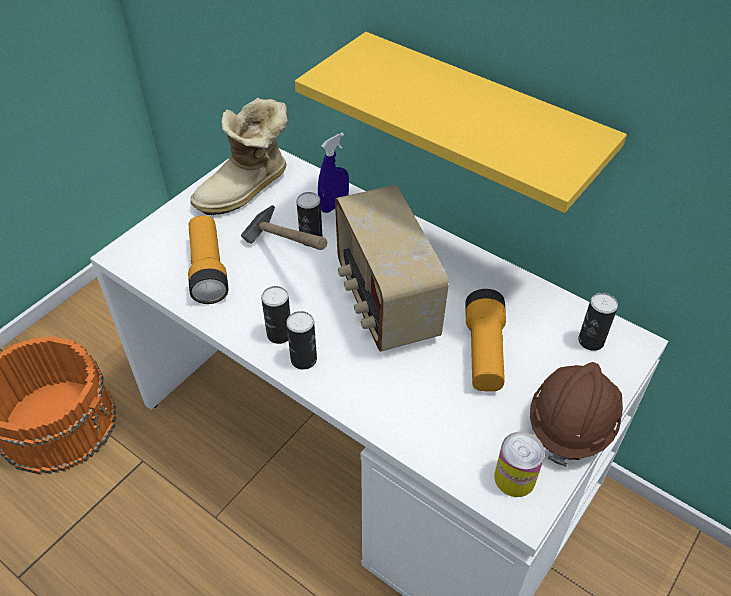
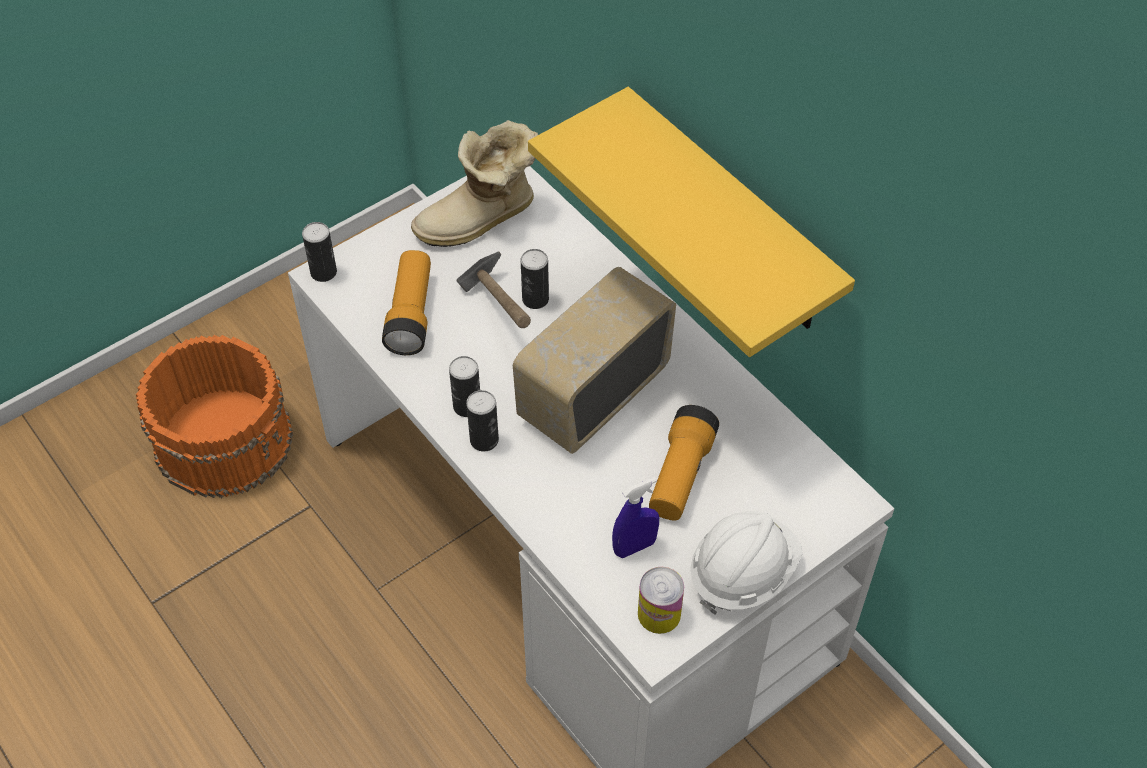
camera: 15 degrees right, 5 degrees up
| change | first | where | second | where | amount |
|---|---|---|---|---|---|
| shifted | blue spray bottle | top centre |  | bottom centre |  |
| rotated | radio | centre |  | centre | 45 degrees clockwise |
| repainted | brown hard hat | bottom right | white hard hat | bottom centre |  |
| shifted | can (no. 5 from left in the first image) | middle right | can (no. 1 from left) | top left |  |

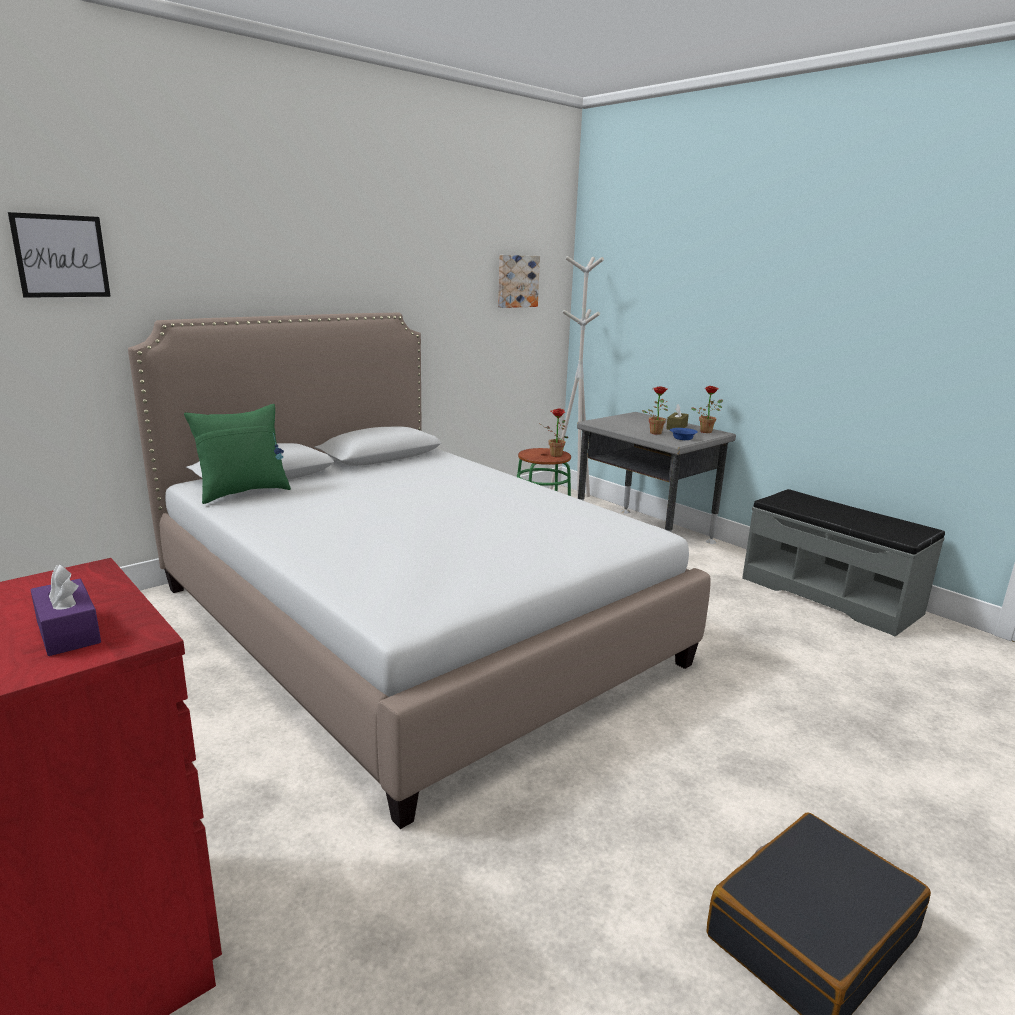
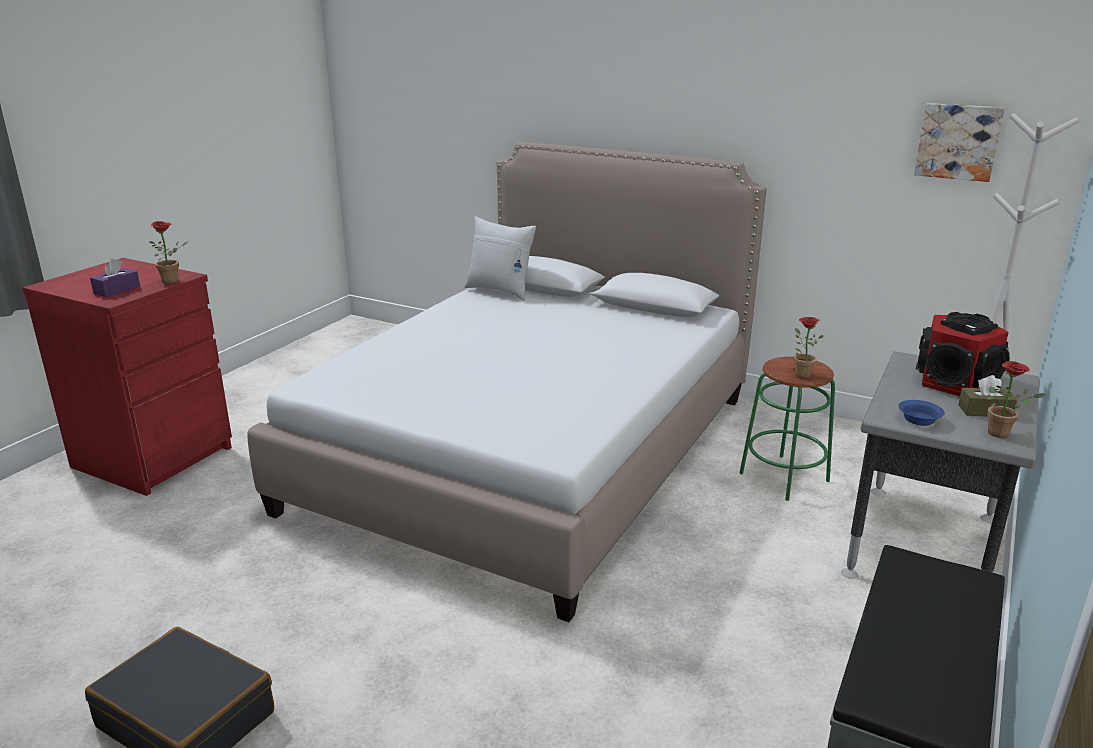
camera: 70 degrees right, 5 degrees up
| change | first | where | second | where | amount |
|---|---|---|---|---|---|
| gone | picture (no. 1 from left) | top left |  |  |  |
| repainted | green pillow | middle left | grey pillow | centre |  |
| shifted | potted plant (no. 2 from left in the first image) | centre | potted plant (no. 1 from left) | middle left |  |
| new |  |  | speaker | middle right |  |

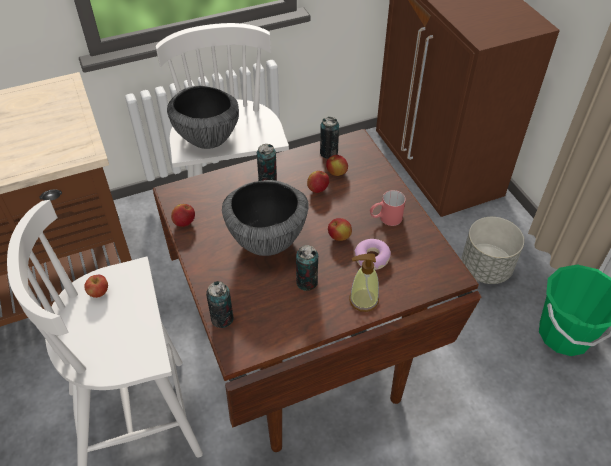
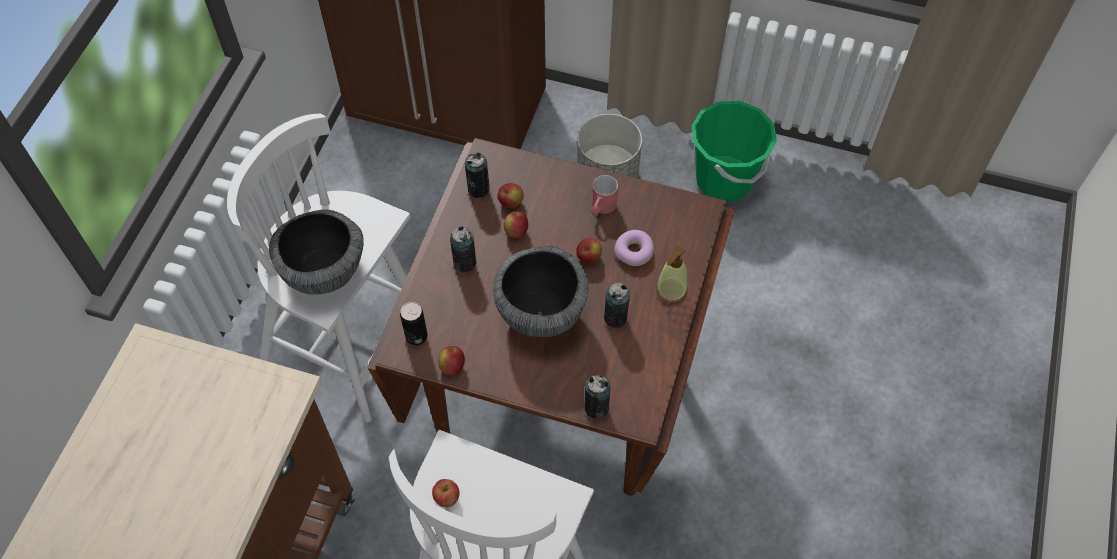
camera: 50 degrees left, 10 degrees up
| change | first | where | second | where | amount |
|---|---|---|---|---|---|
| new |  |  | can (no. 1 from left) | centre |  |

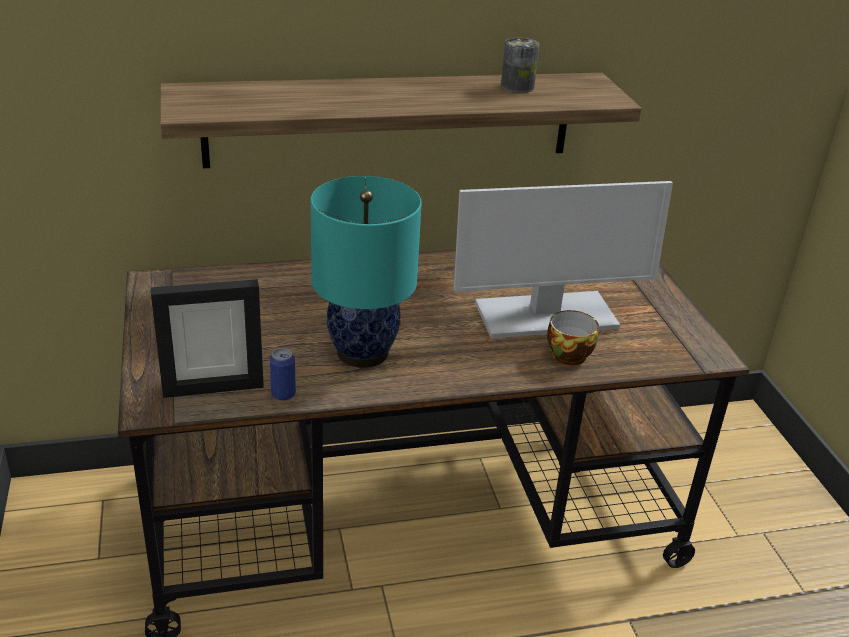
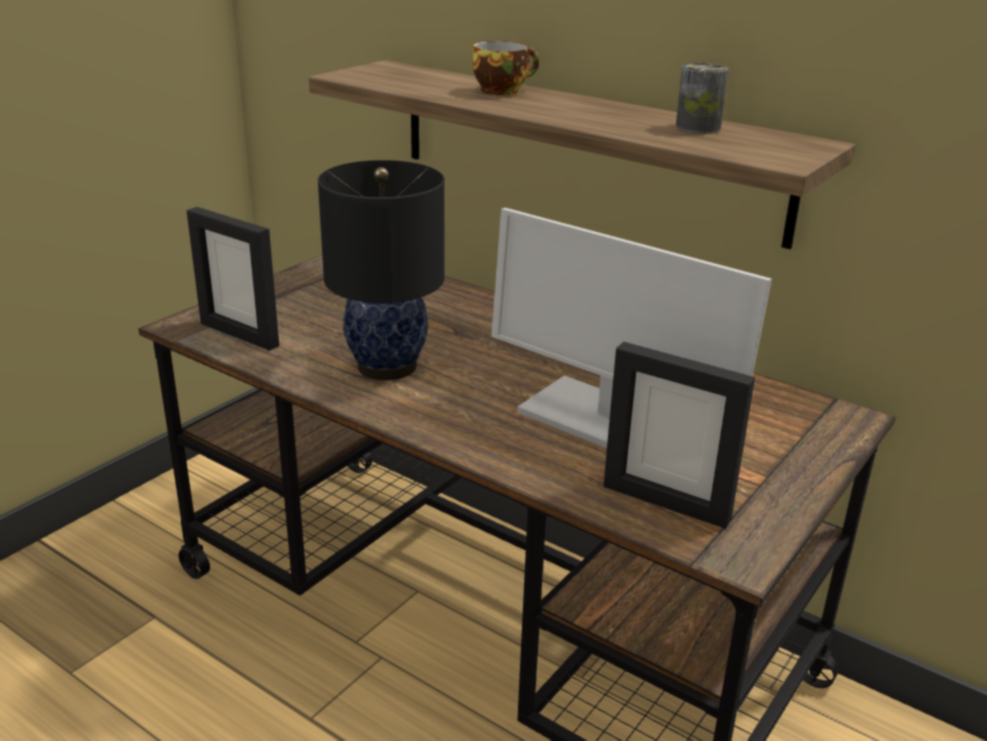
camera: 50 degrees right, 5 degrees down
| change | first | where | second | where | amount |
|---|---|---|---|---|---|
| gone | can (no. 1 from left) | centre |  |  |  |
| repainted | turquoise table lamp | centre | black table lamp | centre |  |
| shifted | cup | middle right |  | top centre |  |
| new |  |  | picture frame (no. 2 from left) | middle right |  |

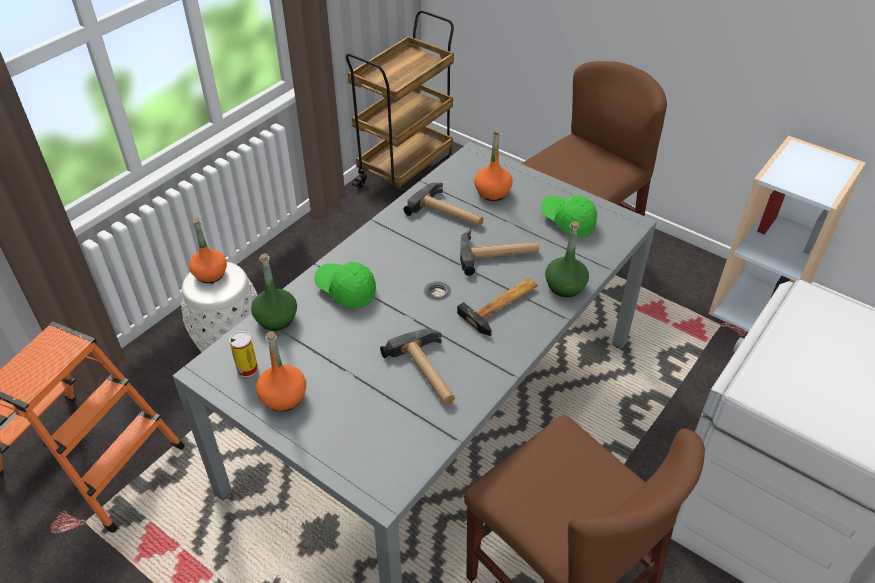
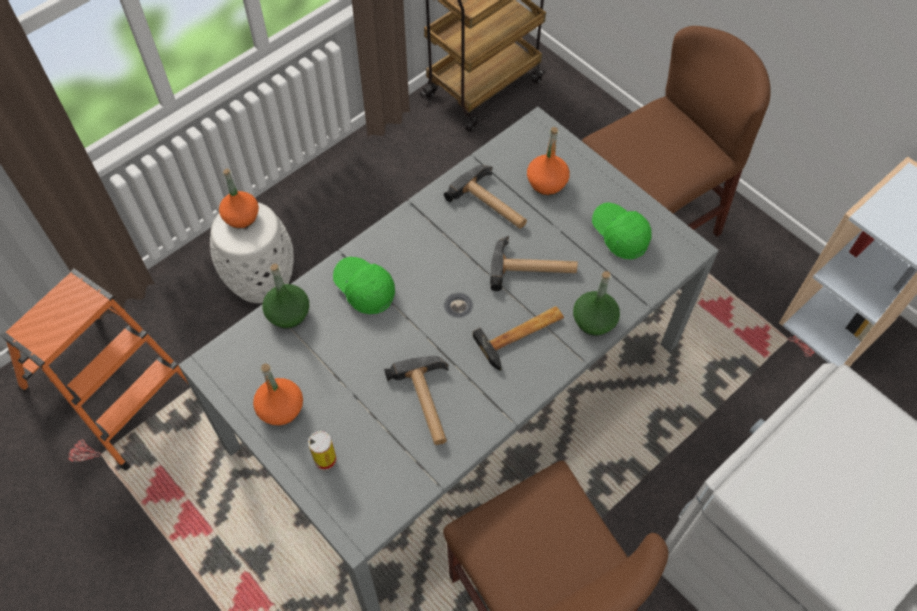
camera: 10 degrees right, 15 degrees up
| change | first | where | second | where | amount |
|---|---|---|---|---|---|
| shifted | can | middle left |  | bottom centre |  |

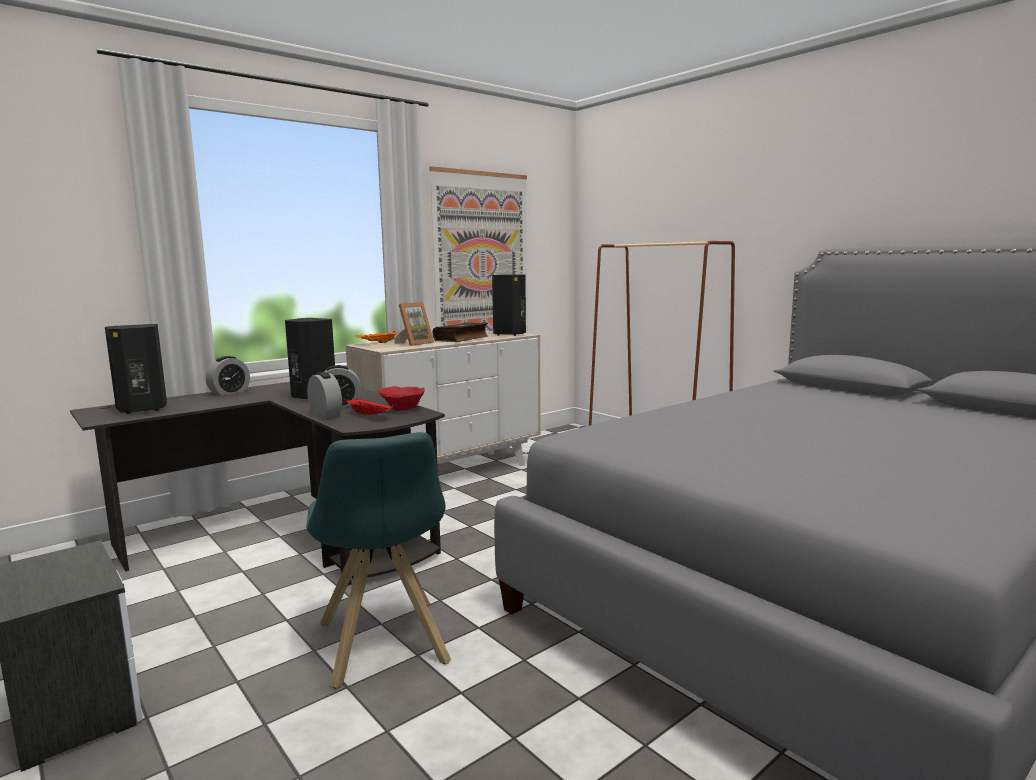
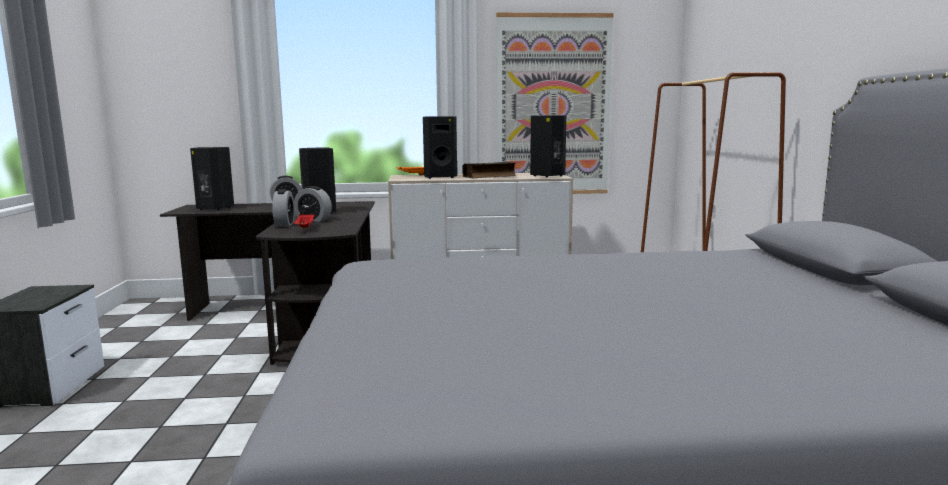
camera: 35 degrees right, 0 degrees up
| change | first | where | second | where | amount |
|---|---|---|---|---|---|
| gone | turquoise chair | bottom centre |  |  |  |
| gone | red bowl | centre |  |  |  |
| swapped | picture frame | centre | black speaker (no. 3 from left) | top centre |  |

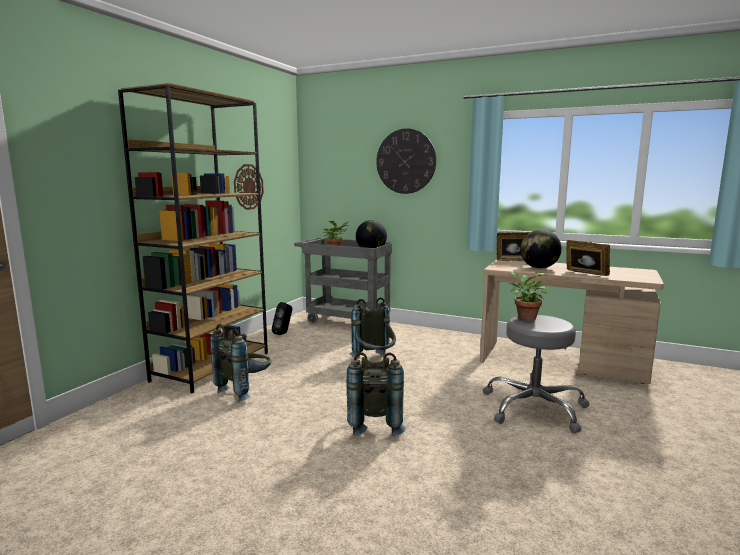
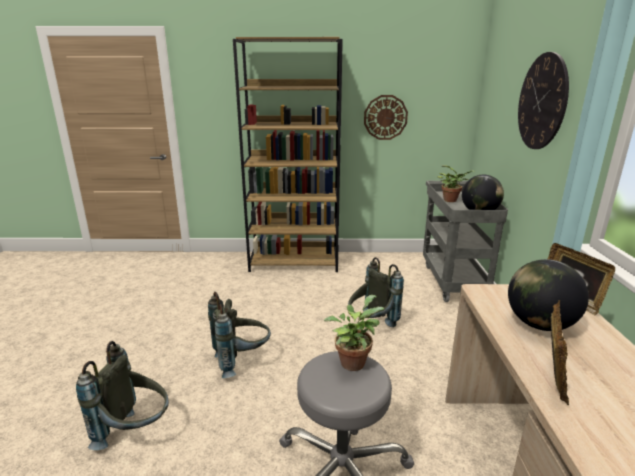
camera: 65 degrees right, 10 degrees up
| change | first | where | second | where | amount |
|---|---|---|---|---|---|
| shifted | grey backpack (no. 1 from left) | middle left |  | bottom left |  |
| gone | black speaker | centre |  |  |  |

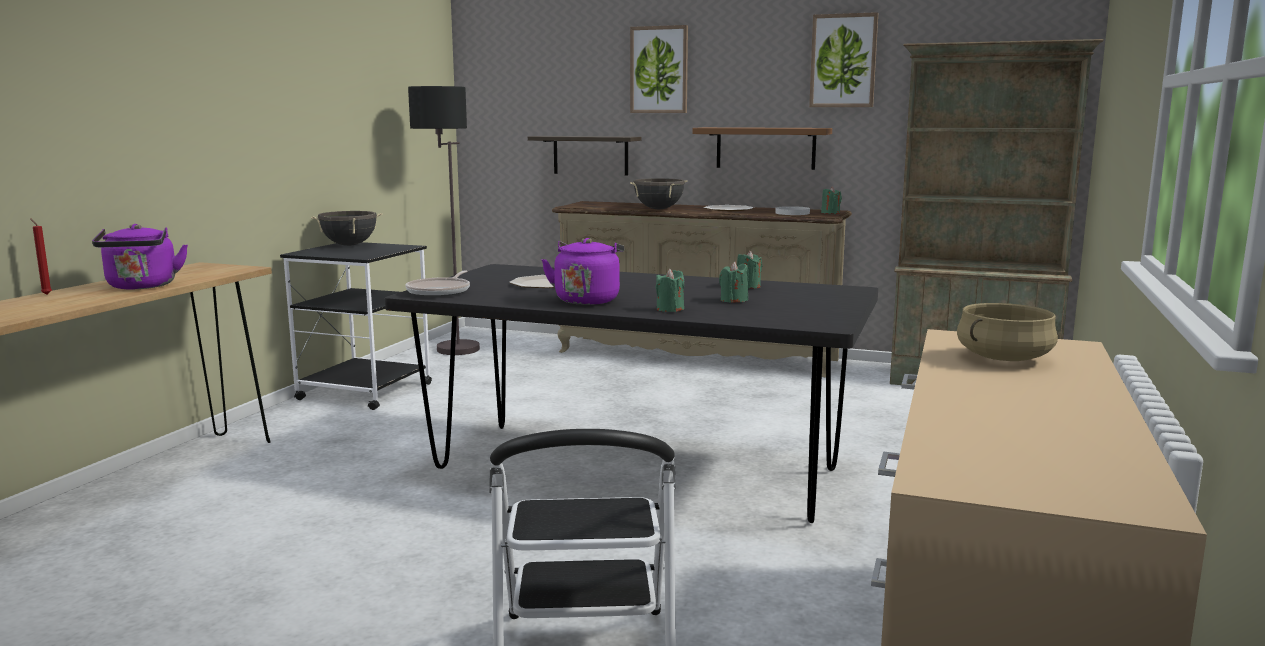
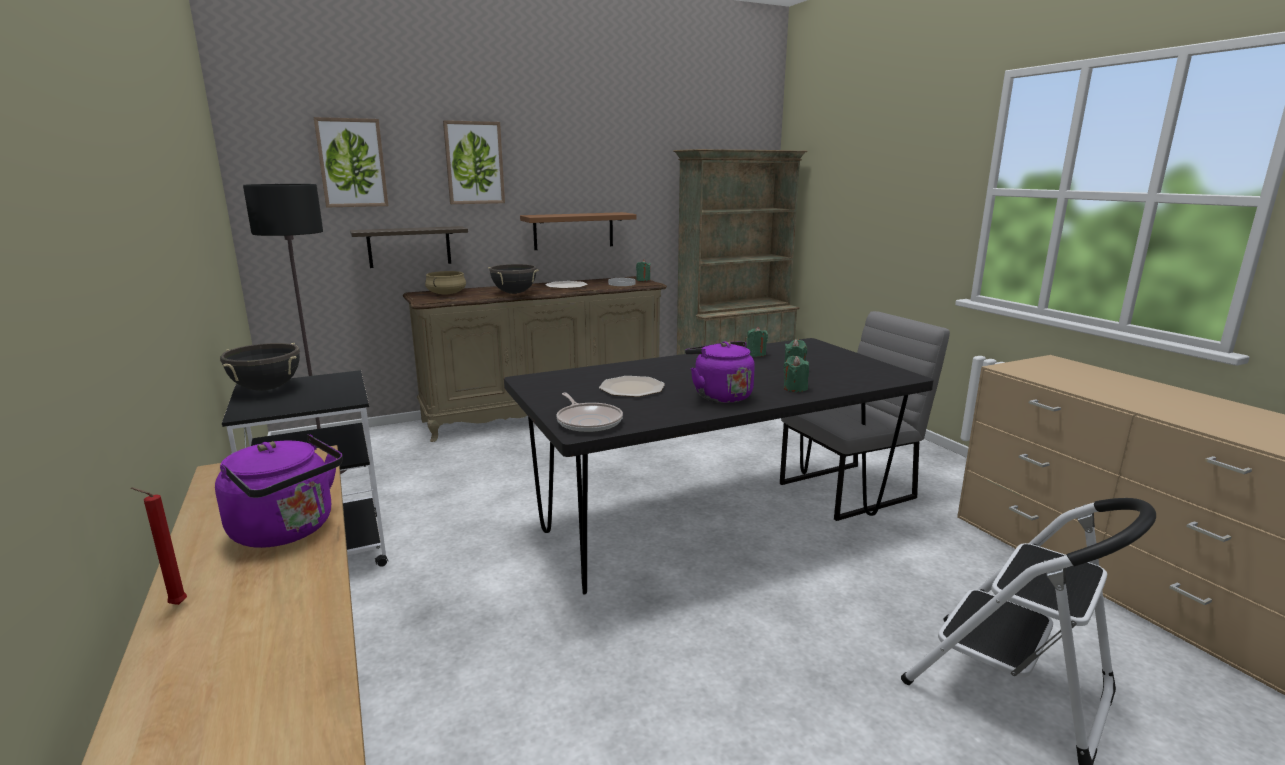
camera: 45 degrees left, 5 degrees up
| change | first | where | second | where | amount |
|---|---|---|---|---|---|
| shifted | picture (no. 2 from left in the first image) | top centre | picture (no. 1 from left) | top left |  |
| shifted | beige cooking pot | middle right |  | centre |  |
| new |  |  | grey chair | middle right |  |

